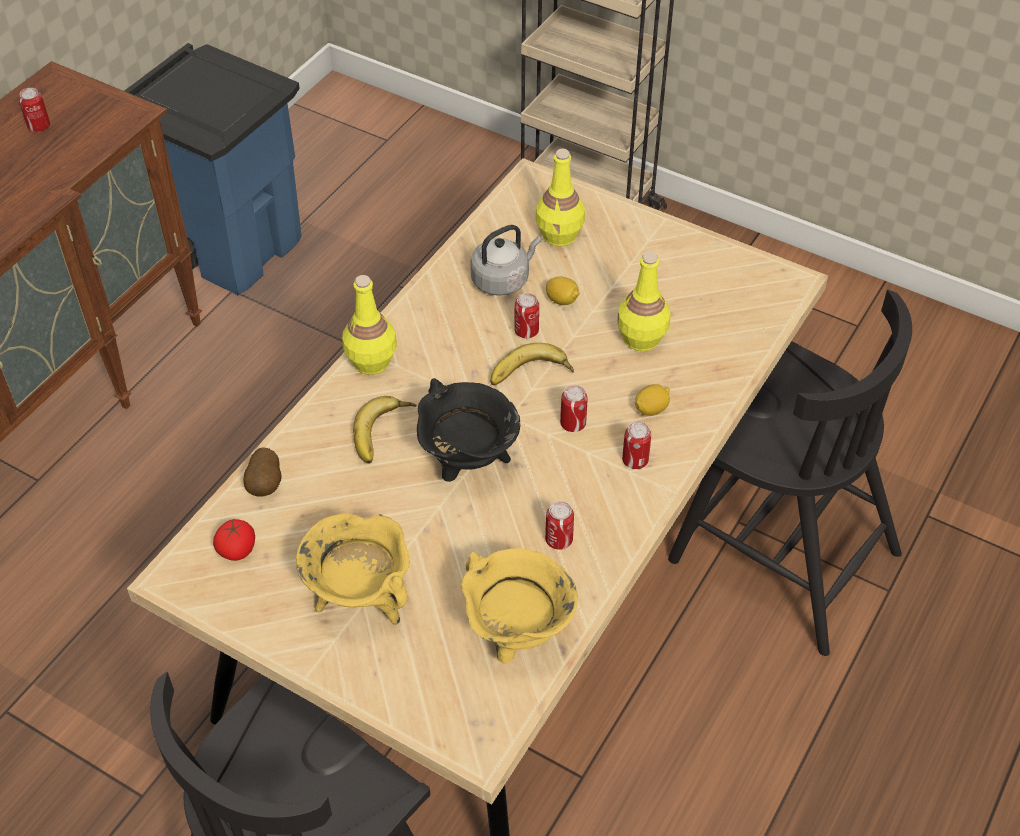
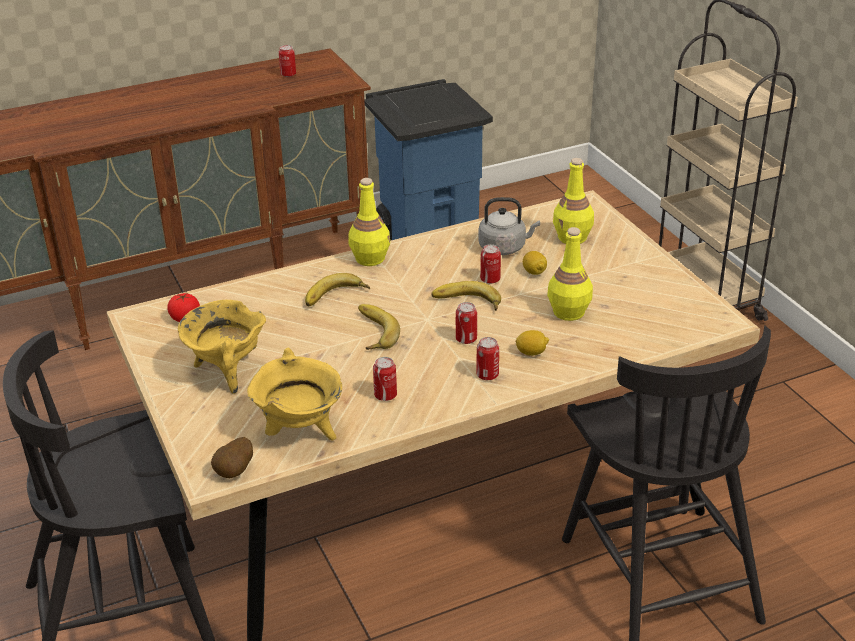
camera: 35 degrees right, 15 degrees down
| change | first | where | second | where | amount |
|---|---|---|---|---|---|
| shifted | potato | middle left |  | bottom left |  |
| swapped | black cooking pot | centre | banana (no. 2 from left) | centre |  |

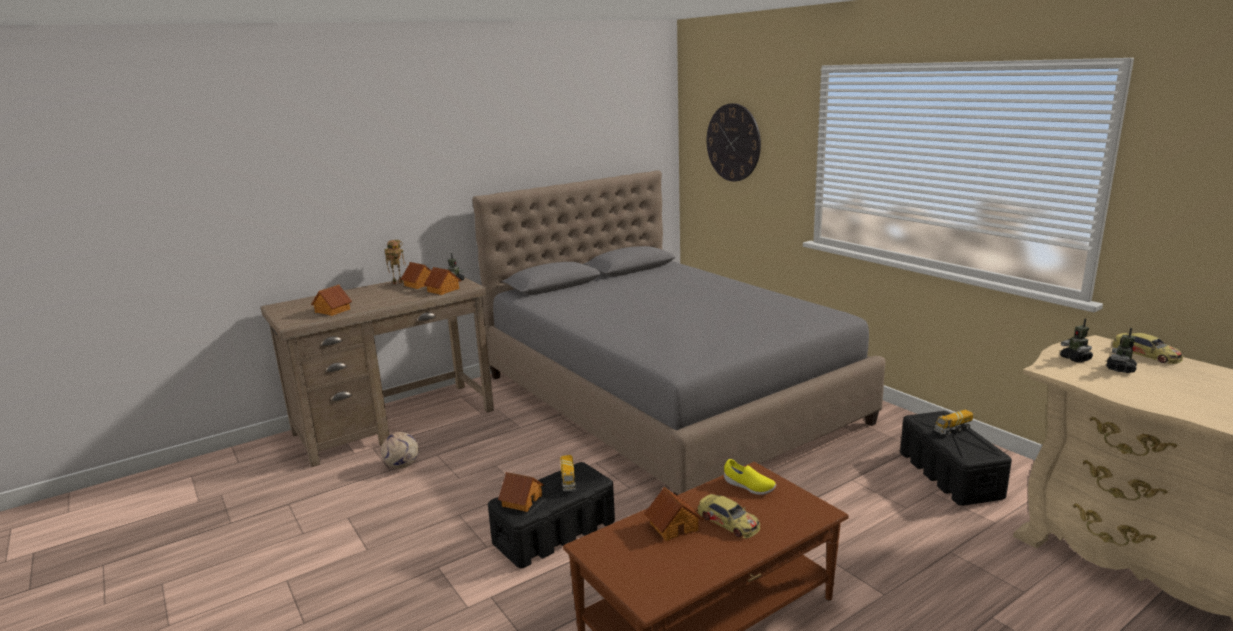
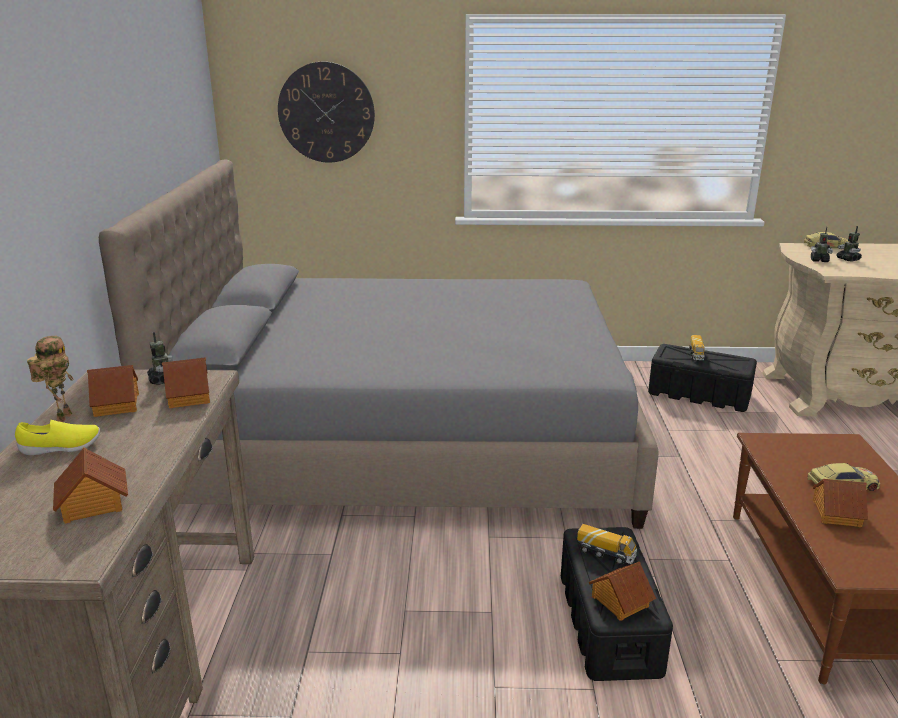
camera: 55 degrees left, 5 degrees up
| change | first | where | second | where | amount |
|---|---|---|---|---|---|
| gone | football | bottom left |  |  |  |
| shifted | yellow shoe | bottom centre |  | middle left |  |

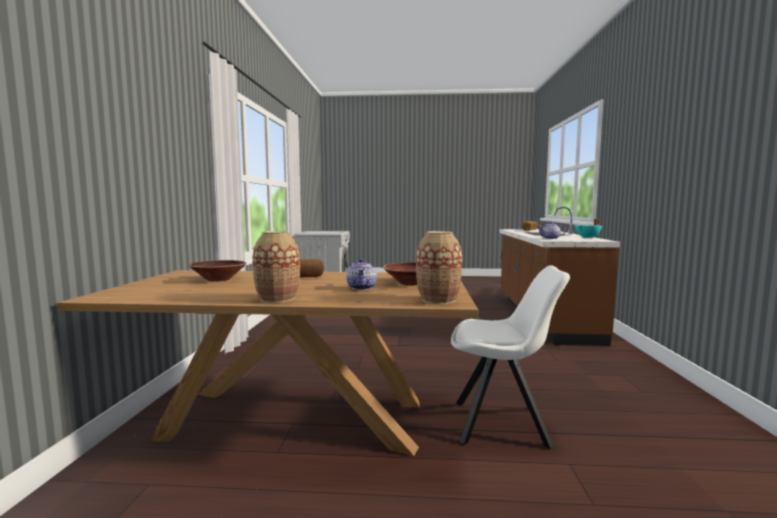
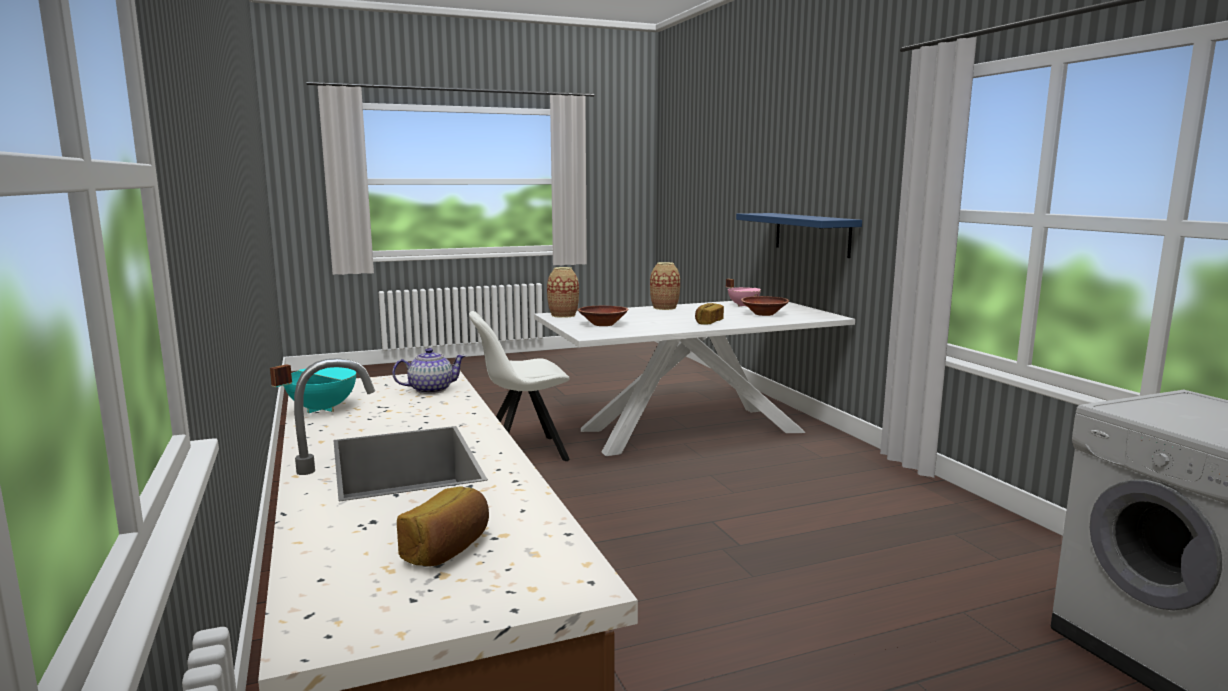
camera: 155 degrees right, 5 degrees up
| change | first | where | second | where | amount |
|---|---|---|---|---|---|
| repainted | brown dining table | bottom centre | white dining table | centre |  |
| gone | teapot (no. 1 from left) | centre |  |  |  |
| new |  |  | pink cooking pot | centre |  |
| new |  |  | blue shelf | centre |  |

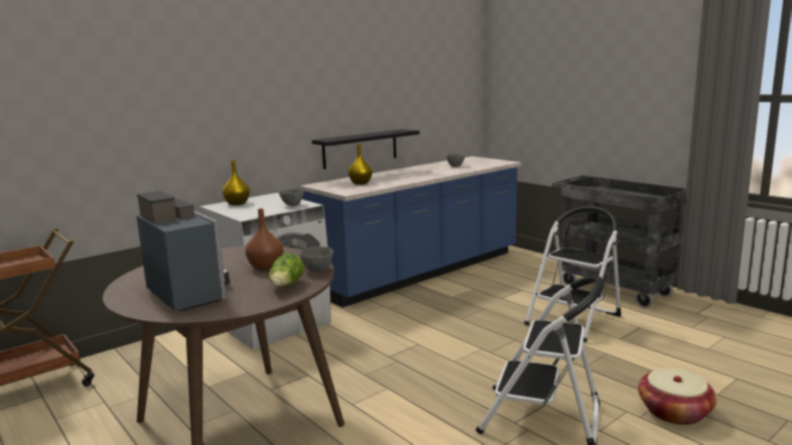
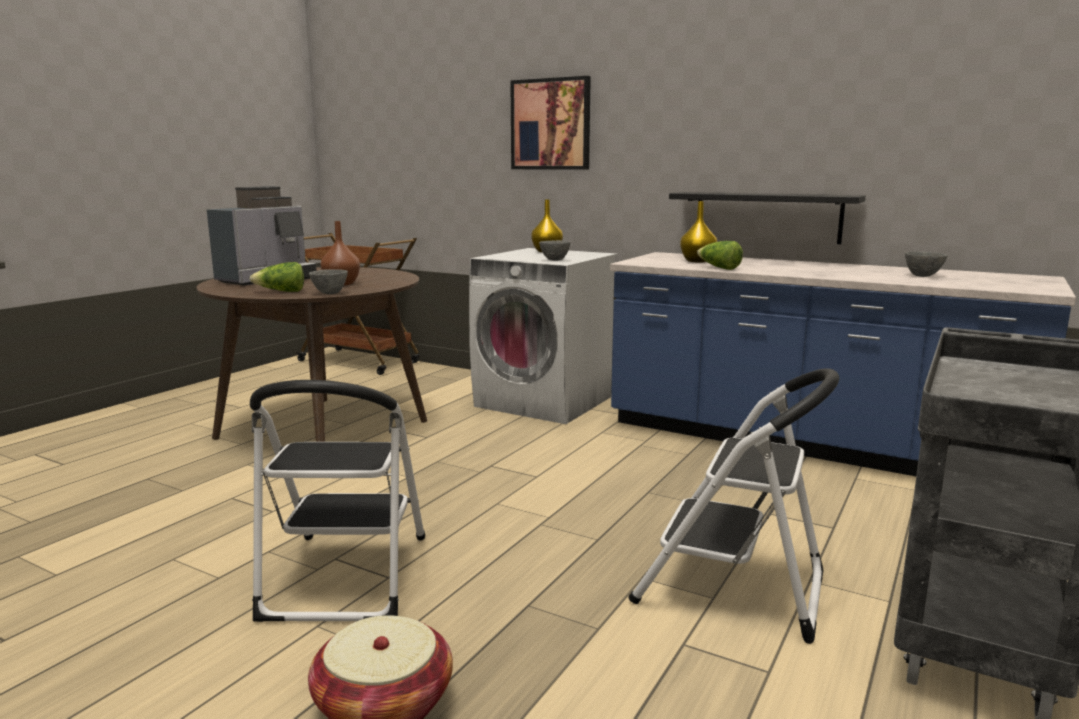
camera: 70 degrees right, 0 degrees up
| change | first | where | second | where | amount |
|---|---|---|---|---|---|
| new |  |  | picture | top centre |  |
| new |  |  | lettuce (no. 2 from left) | middle right |  |

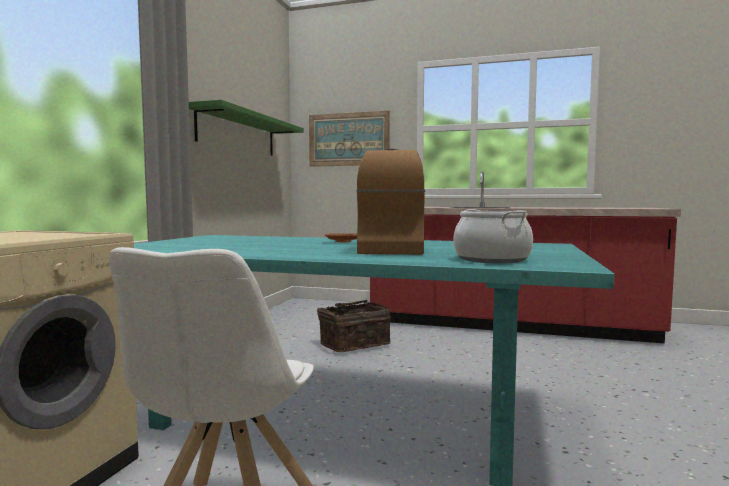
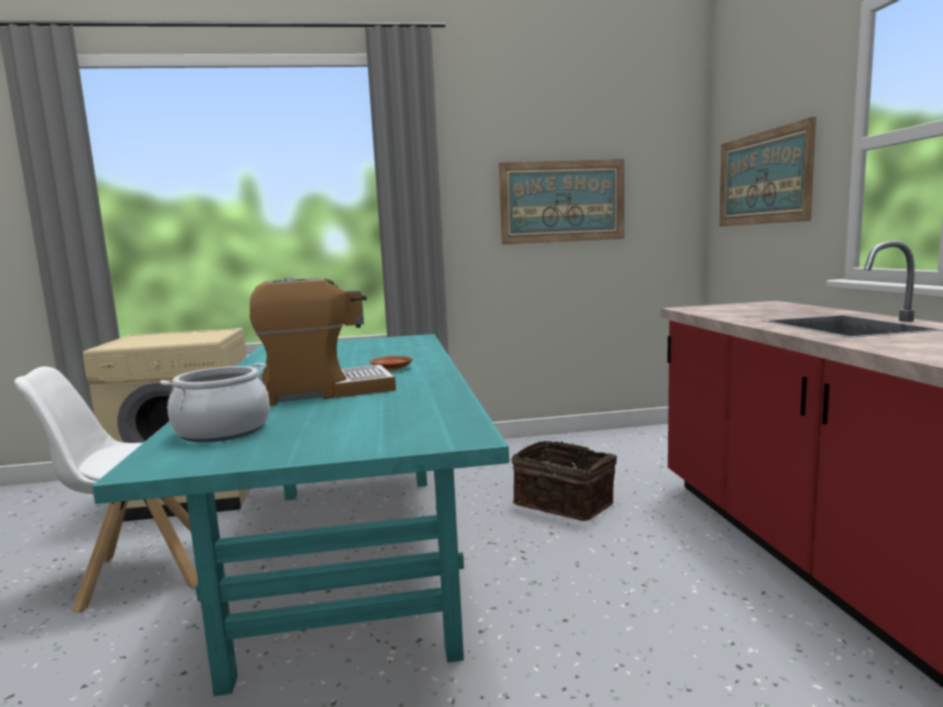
camera: 65 degrees right, 5 degrees up
| change | first | where | second | where | amount |
|---|---|---|---|---|---|
| swapped | green shelf | top centre | picture (no. 1 from left) | top centre |  |

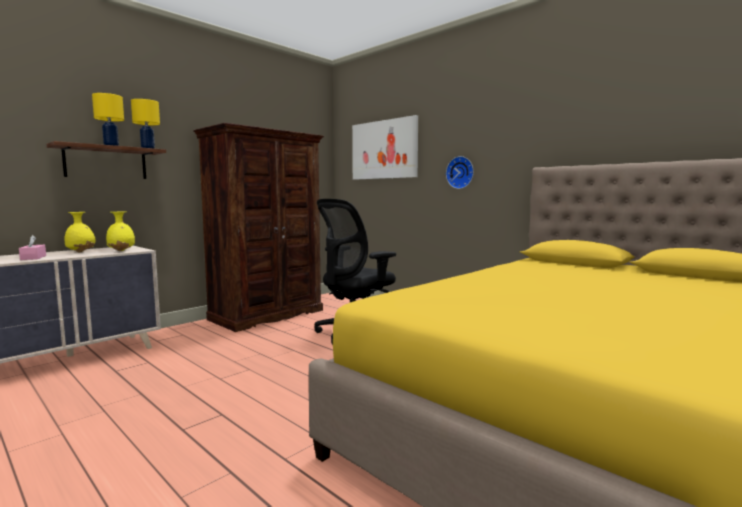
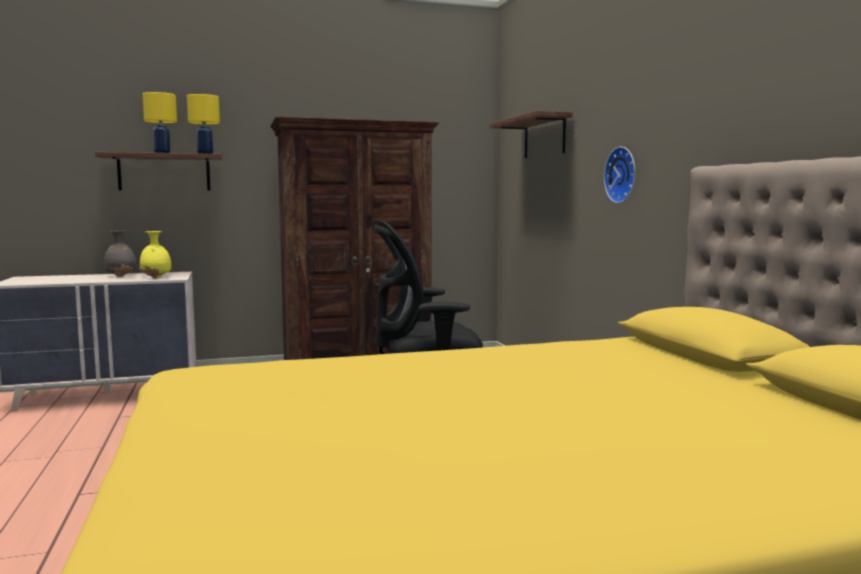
camera: 30 degrees right, 0 degrees up
| change | first | where | second | where | amount |
|---|---|---|---|---|---|
| gone | pink tissue box | middle left |  |  |  |
| repainted | yellow vase (no. 1 from left) | middle left | grey vase | middle left |  |
| swapped | picture | top centre | shelf (no. 2 from left) | top centre |  |

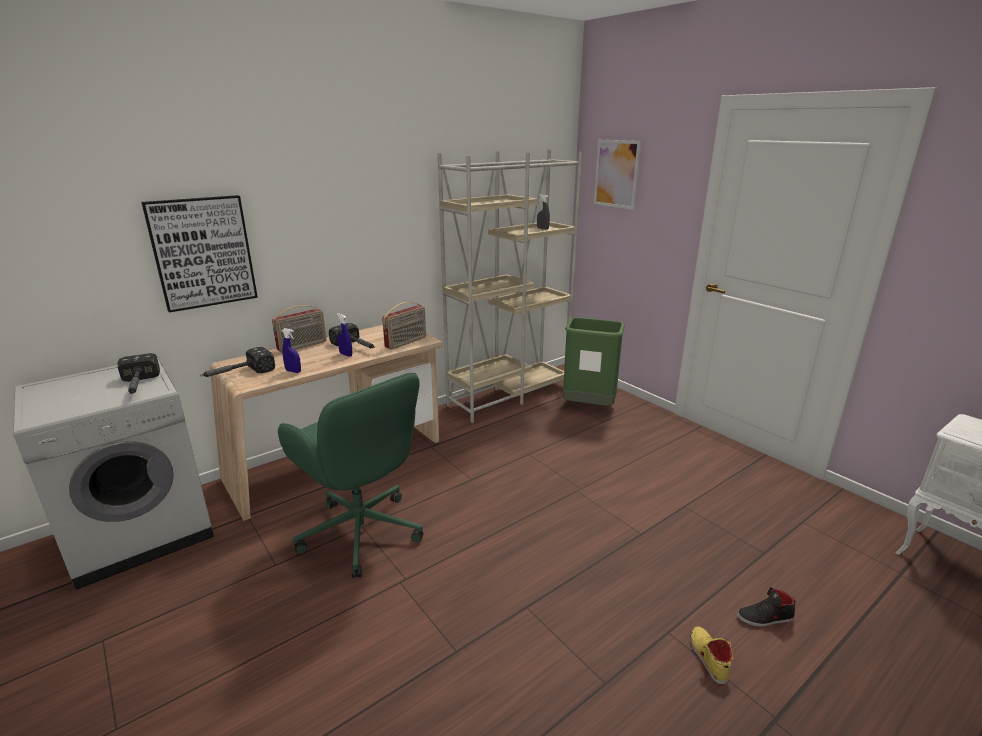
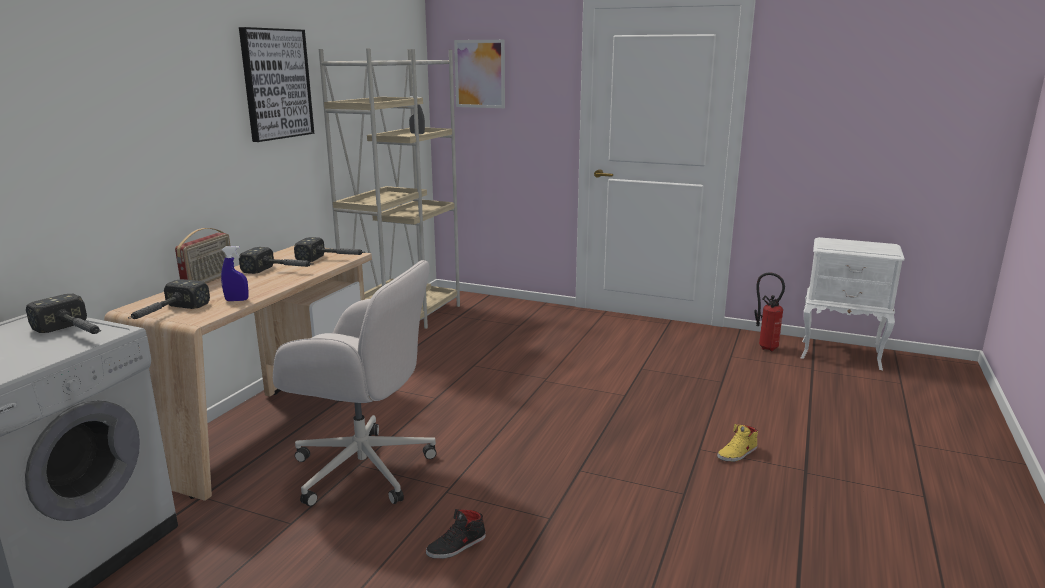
camera: 30 degrees left, 5 degrees down
| change | first | where | second | where | amount |
|---|---|---|---|---|---|
| shifted | picture (no. 1 from left) | middle left |  | top left |  |
| repainted | green office chair | centre | white office chair | centre |  |
| gone | blue spray bottle (no. 2 from left) | centre |  |  |  |
| swapped | radio (no. 2 from left) | centre | hammer (no. 4 from left) | middle left |  |
| gone | green trash can | centre |  |  |  |
| rotated | yellow shoe | bottom right |  | bottom right | 90 degrees counterclockwise |
| shifted | black shoe | bottom right |  | bottom centre |  |
| new |  |  | fire extinguisher | middle right |  |

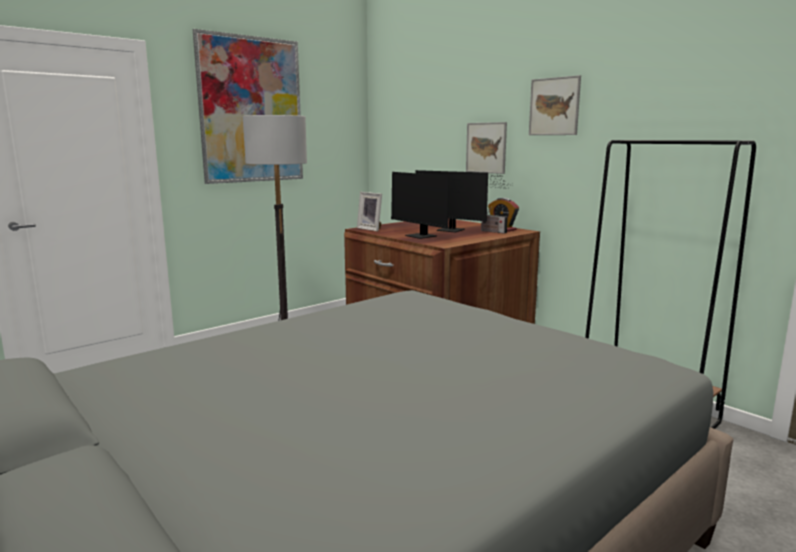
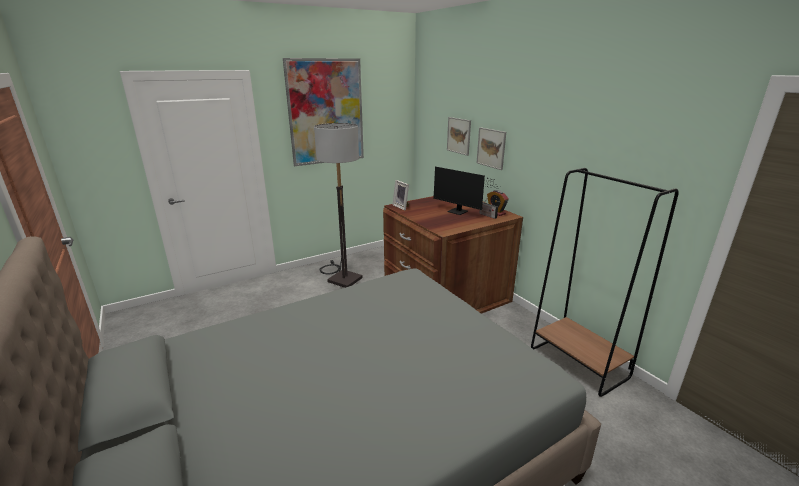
camera: 10 degrees right, 10 degrees up
| change | first | where | second | where | amount |
|---|---|---|---|---|---|
| gone | monitor (no. 1 from left) | centre |  |  |  |
| shifted | picture (no. 3 from left in the first image) | top right | picture (no. 2 from left) | top centre |  |

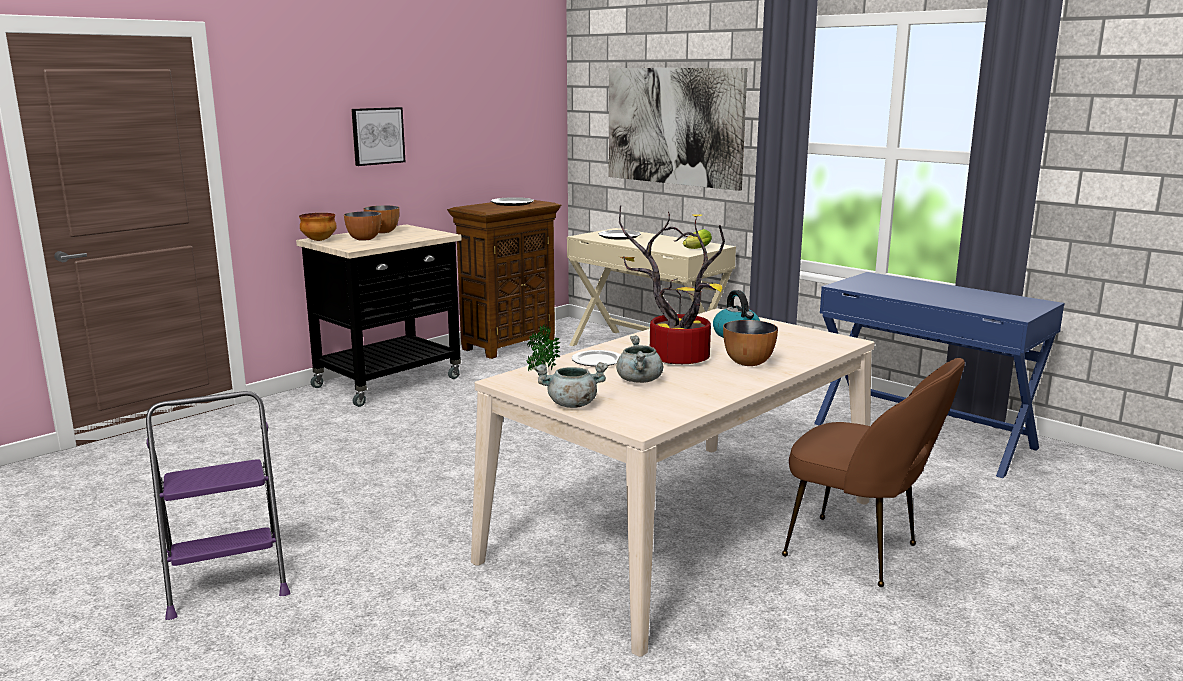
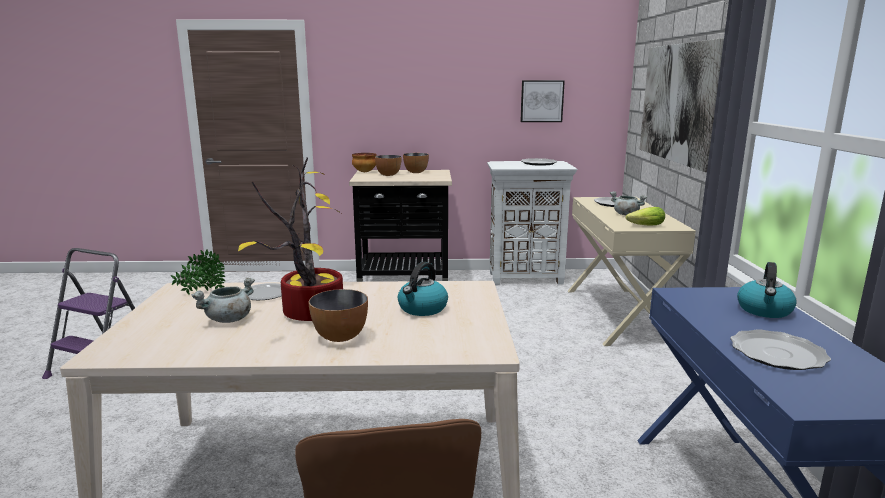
camera: 45 degrees right, 0 degrees up
| change | first | where | second | where | amount |
|---|---|---|---|---|---|
| shifted | picture (no. 1 from left) | top left |  | top centre |  |
| repainted | brown cabinet | centre | white cabinet | centre |  |
| shifted | grey cooking pot (no. 1 from left in the first image) | centre | grey cooking pot (no. 2 from left) | middle right |  |
| new |  |  | plate (no. 4 from left) | bottom right |  |
| new |  |  | kettle (no. 2 from left) | middle right |  |

